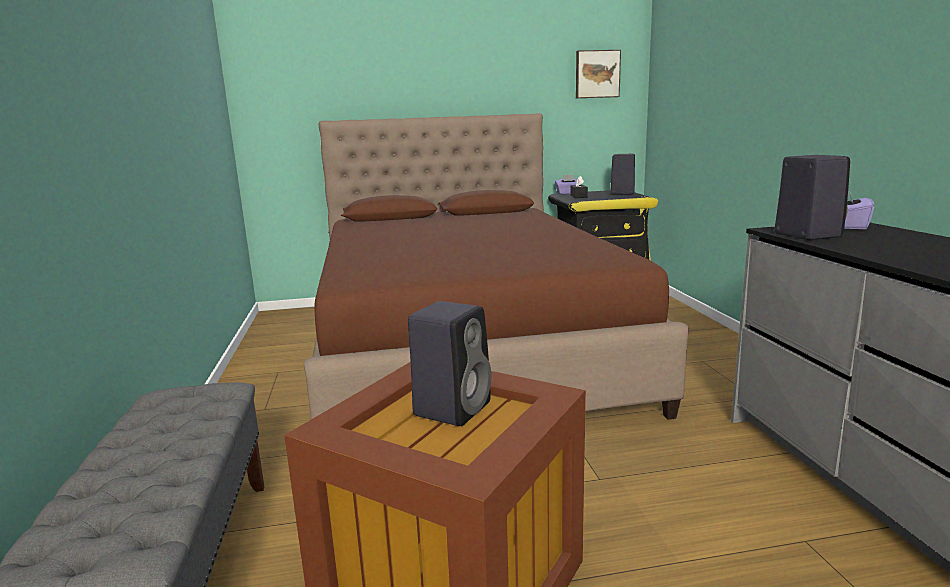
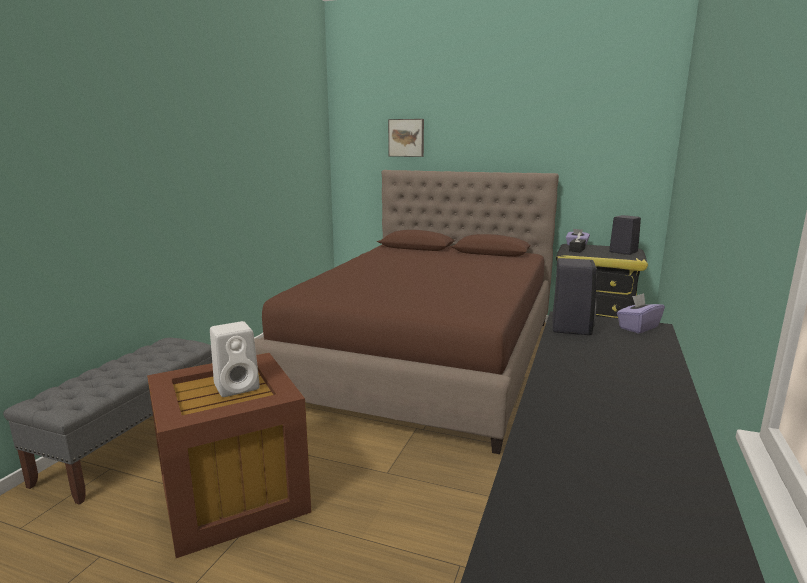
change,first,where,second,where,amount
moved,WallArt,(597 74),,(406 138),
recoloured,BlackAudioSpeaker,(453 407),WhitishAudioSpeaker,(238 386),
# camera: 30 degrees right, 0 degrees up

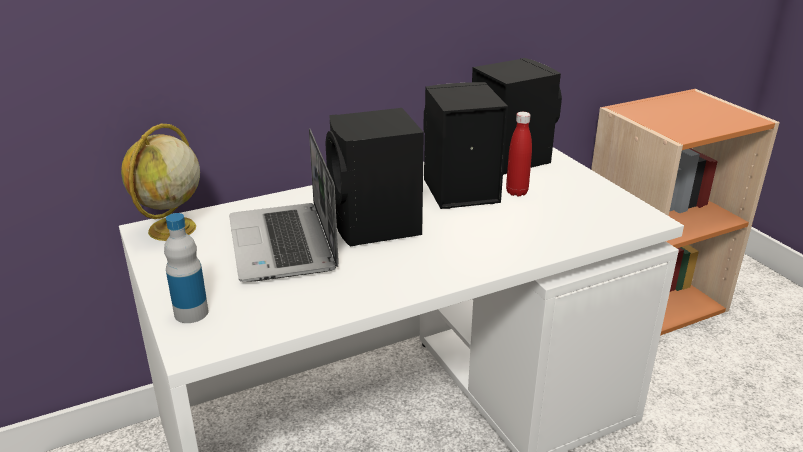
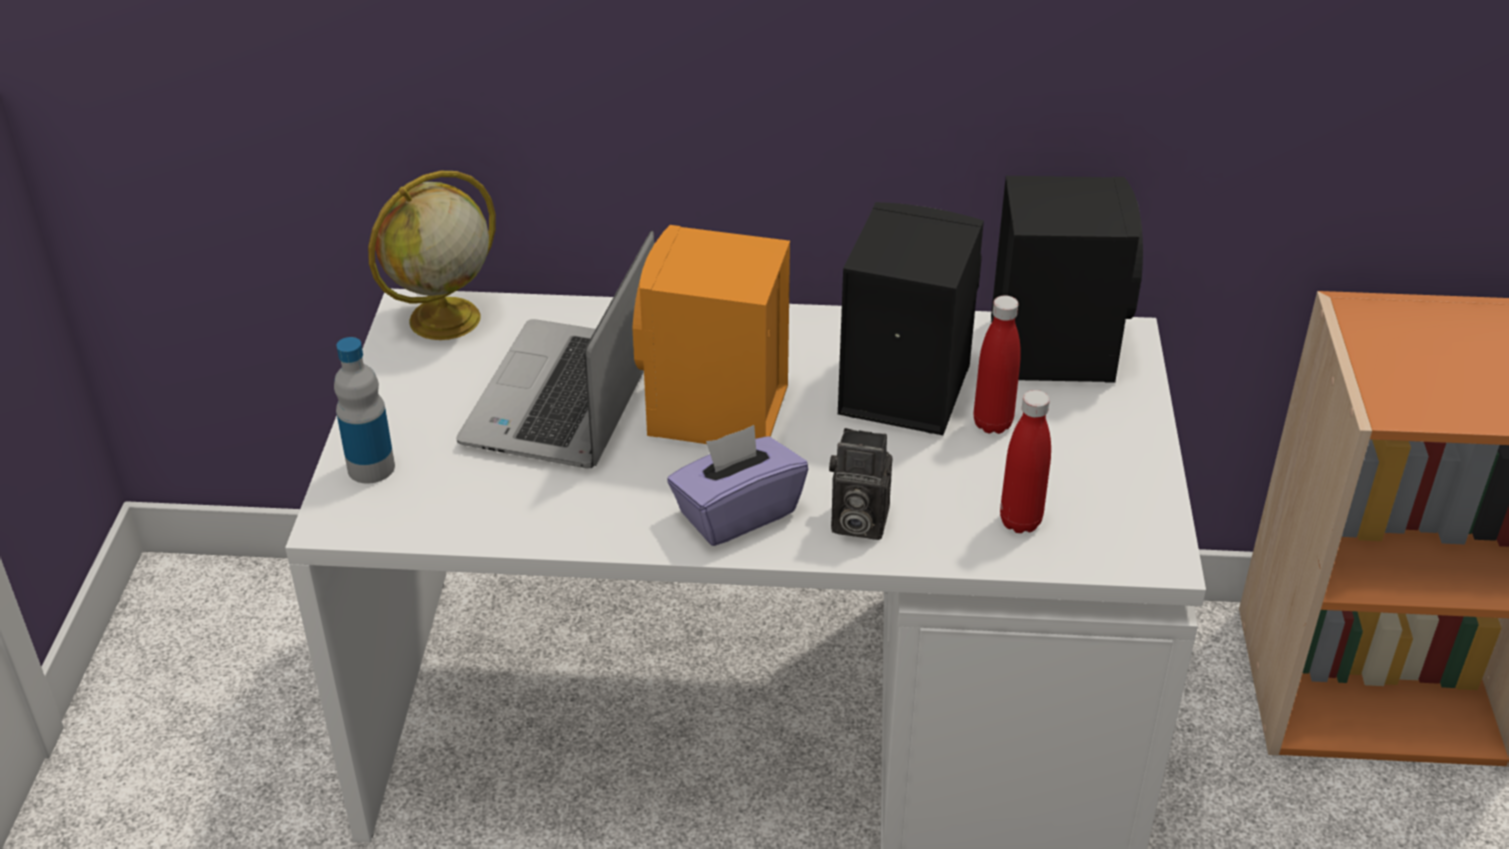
change,first,where,second,where,amount
added,,,PurpleTissueHolder,(737 513),
added,,,StillCamera,(856 522),
added,,,ReddishDrinkBottle,(1020 521),
recoloured,BlackAudioSpeaker,(376 227),OrangeyAudioSpeaker,(714 414),
# camera: 30 degrees right, 10 degrees up

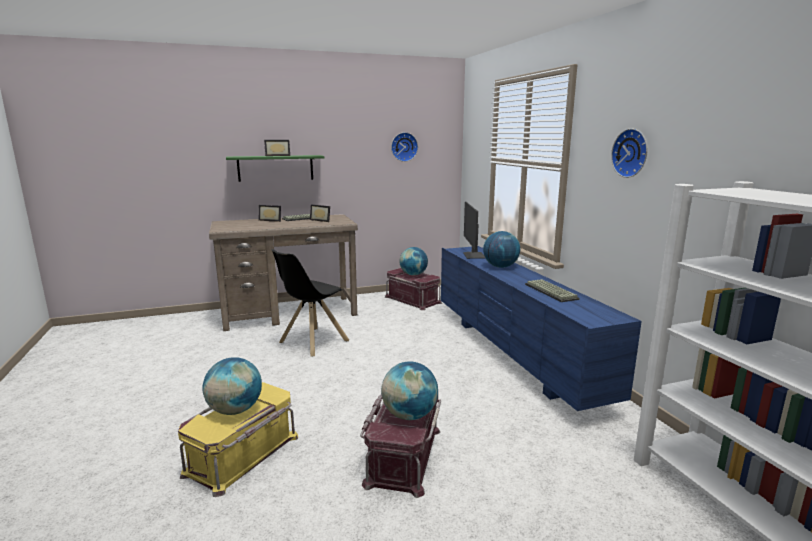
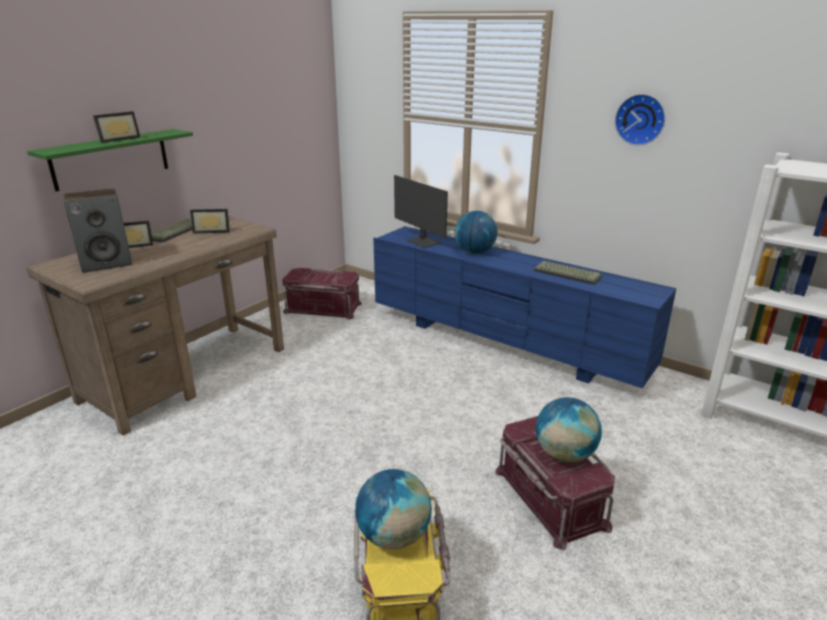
change,first,where,second,where,amount
removed,BlackChair,(312 342),,,
removed,HangingClock,(403 147),,,
removed,WorldGlobe,(413 274),,,
added,,,AudioSpeaker,(107 263),
# camera: 35 degrees left, 10 degrees up

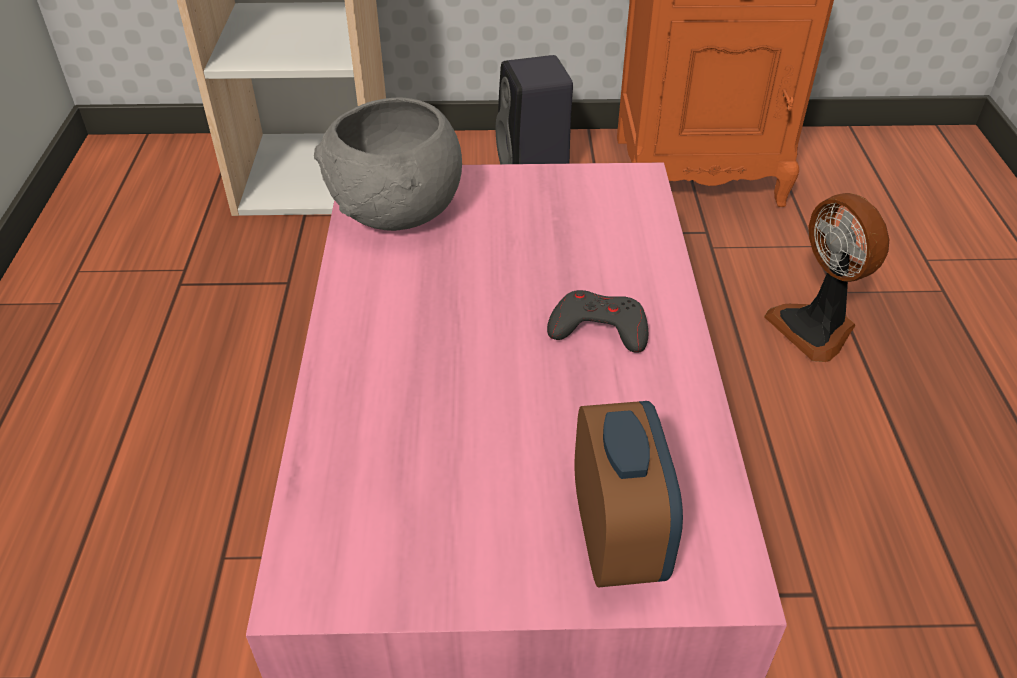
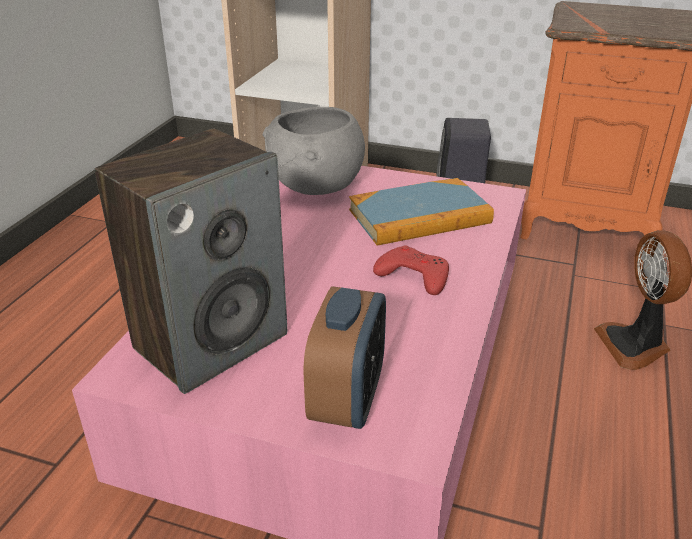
change,first,where,second,where,amount
added,,,AudioSpeaker,(211 341),
added,,,Volume,(419 217),
recoloured,GreyishGameController,(598 328),ReddishGameController,(413 276),
# camera: 20 degrees right, 10 degrees down

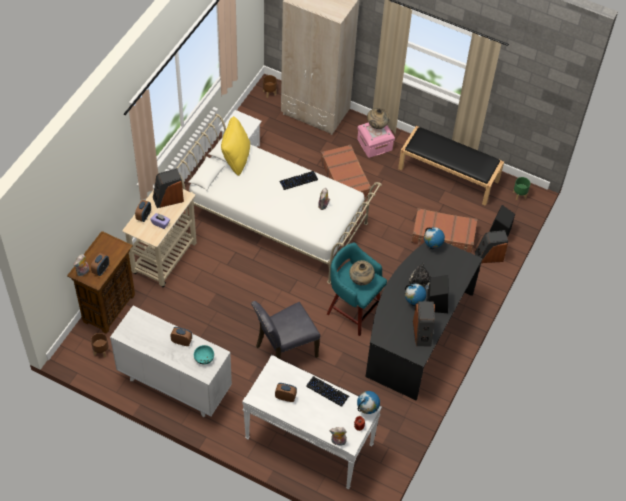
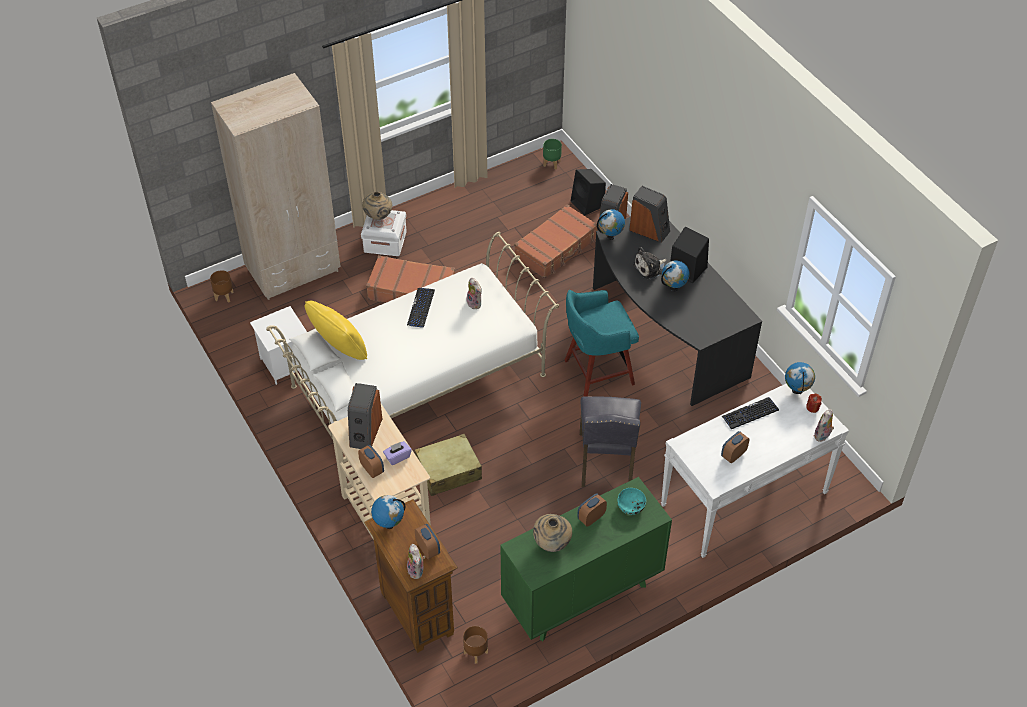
change,first,where,second,where,amount
removed,BlackIndoorBench,(449 174),,,
added,,,WorldGlobe,(389 524),
added,,,SandColouredPieceOfLuggage,(448 471),
moved,SandColouredDecorativeVase,(361 280),,(552 544),
moved,AudioSpeaker,(422 333),,(649 230),
recoloured,WhitishDrawerChest,(175 385),GreenDrawerChest,(582 595),
recoloured,PinkStorageBin,(374 144),WhitishStorageBin,(385 242),
# camera: 55 degrees left, 5 degrees down

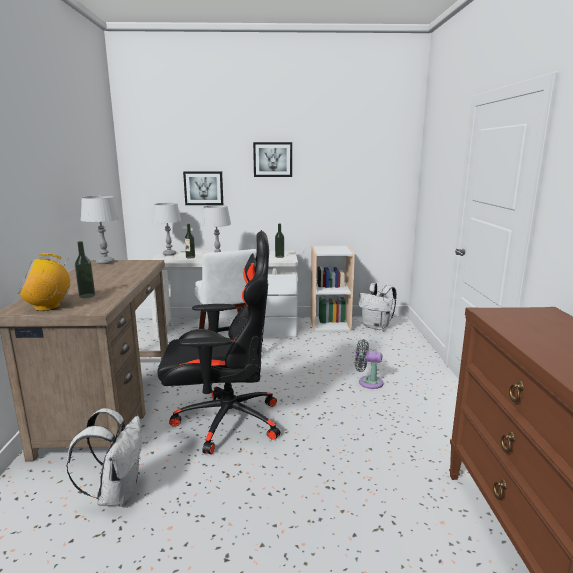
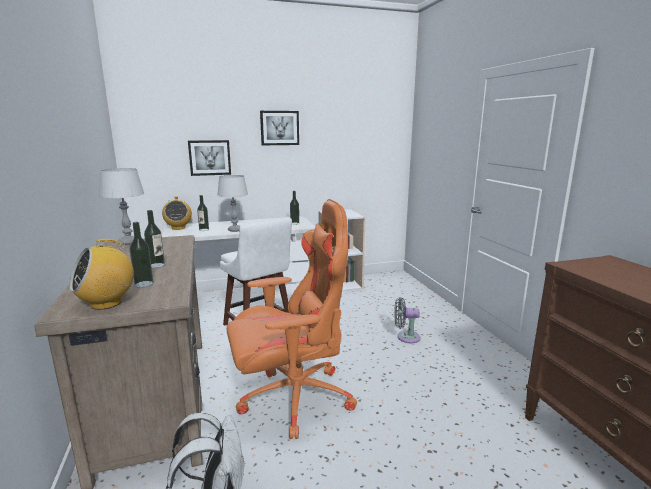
change,first,where,second,where,amount
removed,WhitishRucksack,(376 327),,,
added,,,DrinkBottle,(156 265),
replaced,GreyishLampForATable,(169 254),RadioReceiver,(178 228),
recoloured,BlackDeskChair,(220 422),OrangeyDeskChair,(289 401),
# camera: 15 degrees left, 0 degrees up

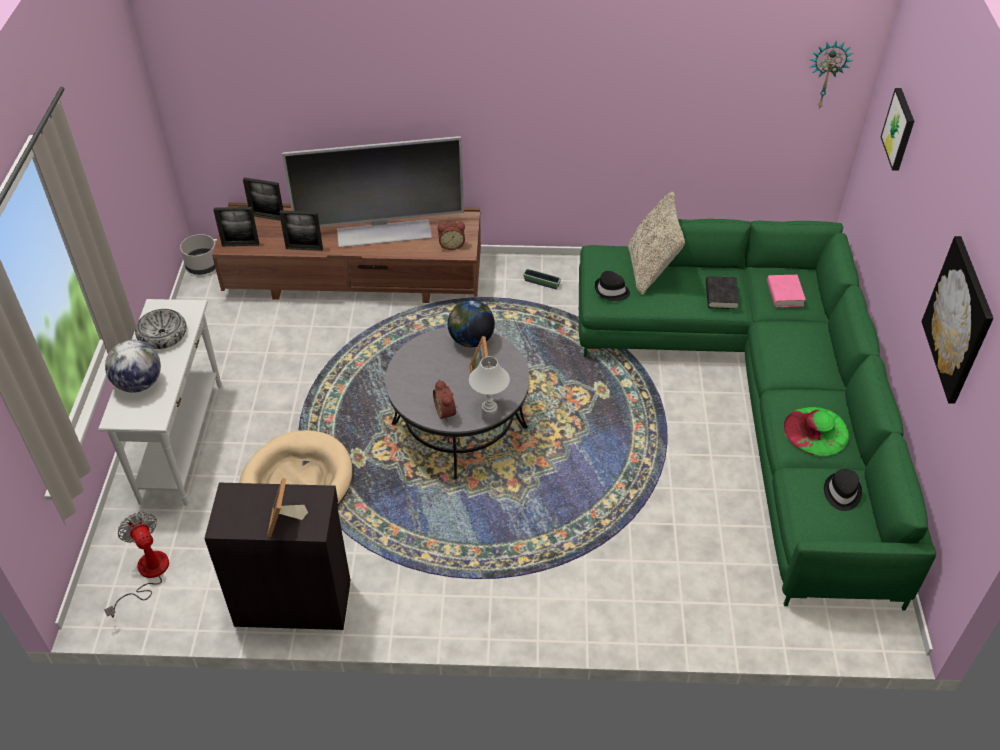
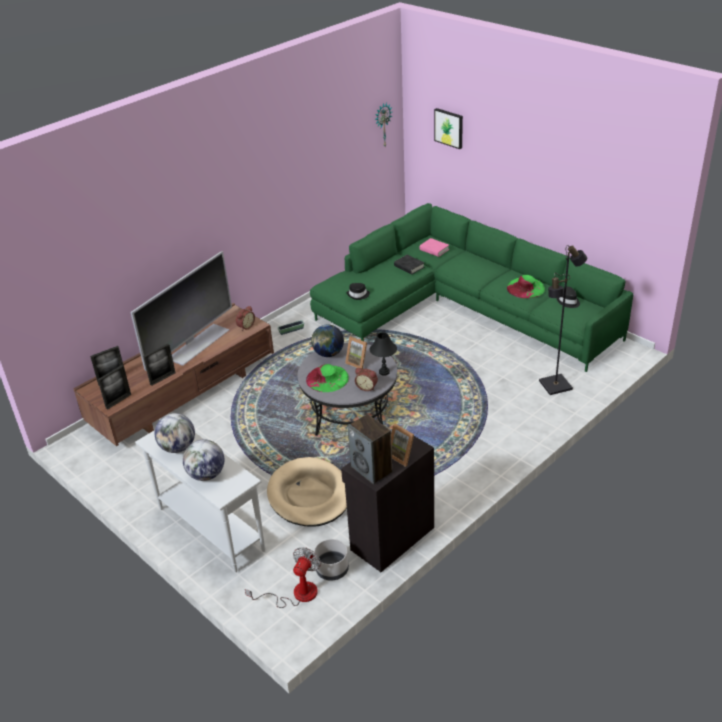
change,first,where,second,where,amount
removed,SandColouredThrowPillow,(651 269),,,
removed,WallArt,(959 320),,,
added,,,GreenClothingHat,(327 378),
added,,,AudioSpeaker,(372 469),
added,,,BlackFloorLamp,(555 385),
moved,GreyishPlanter,(203 266),,(332 569),
replaced,DeepDish,(162 334),WorldGlobe,(178 447),
recoloured,WhitishLampForATable,(489 408),BlackLampForATable,(384 372),
turned,Fan,(147 574),,(296 594),105 degrees clockwise
# camera: 45 degrees left, 10 degrees down

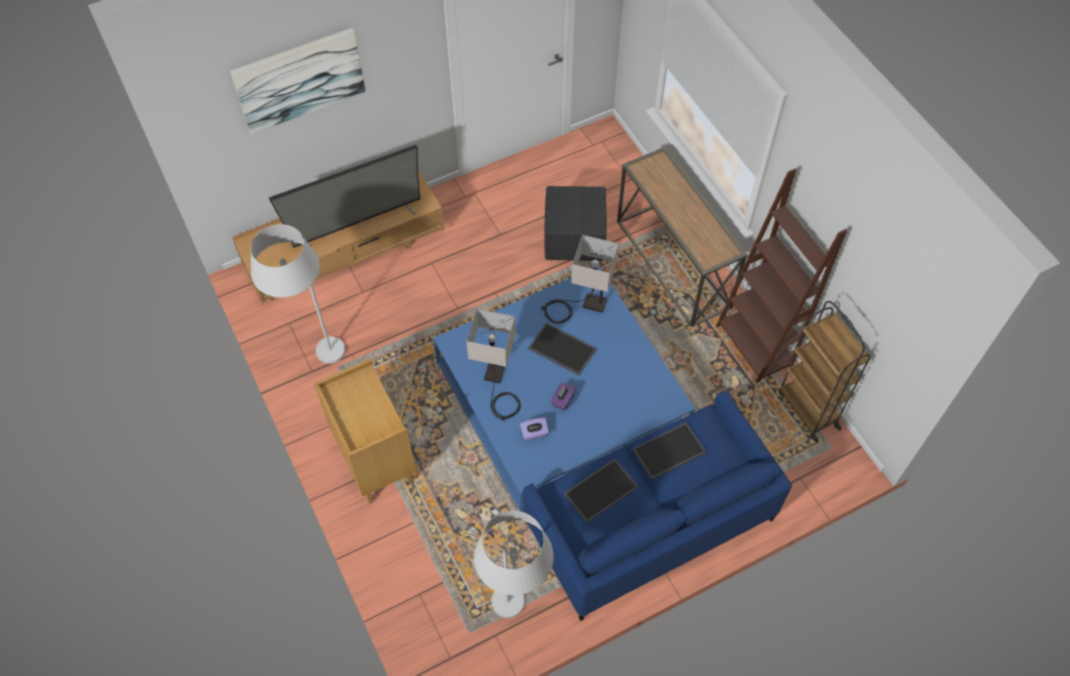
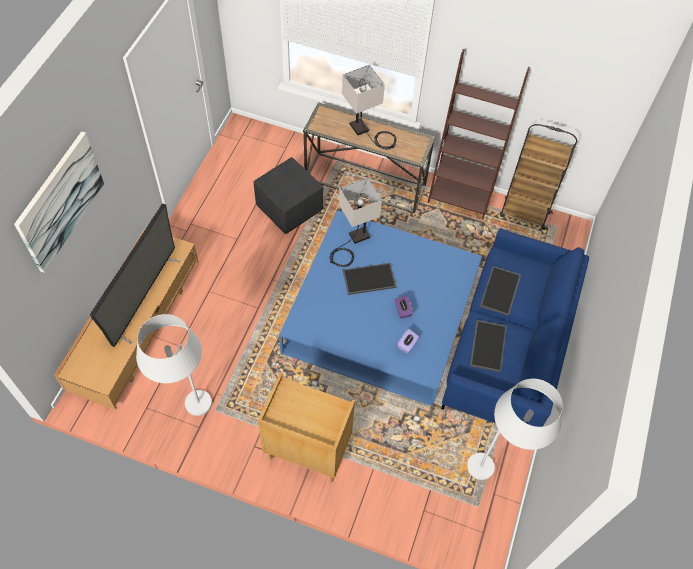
change,first,where,second,where,amount
moved,LampForATable,(498 387),,(369 133),
# camera: 45 degrees left, 0 degrees up

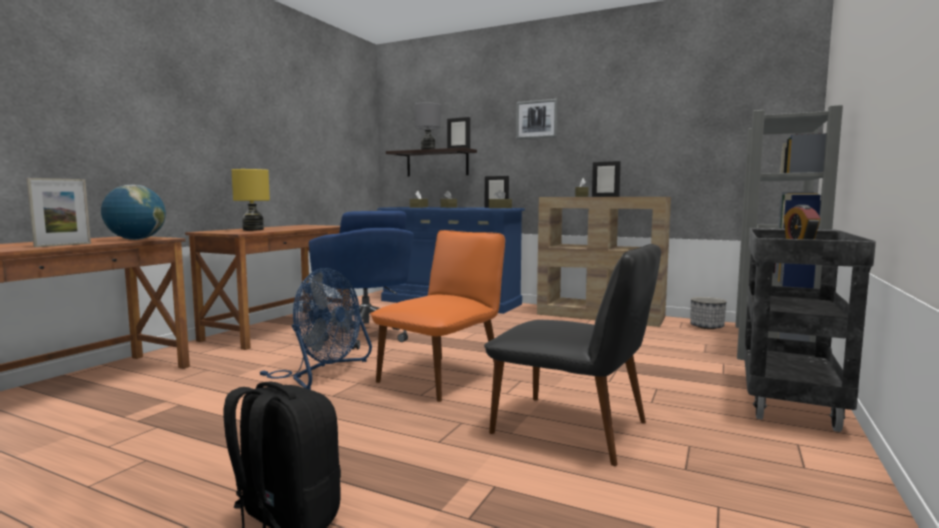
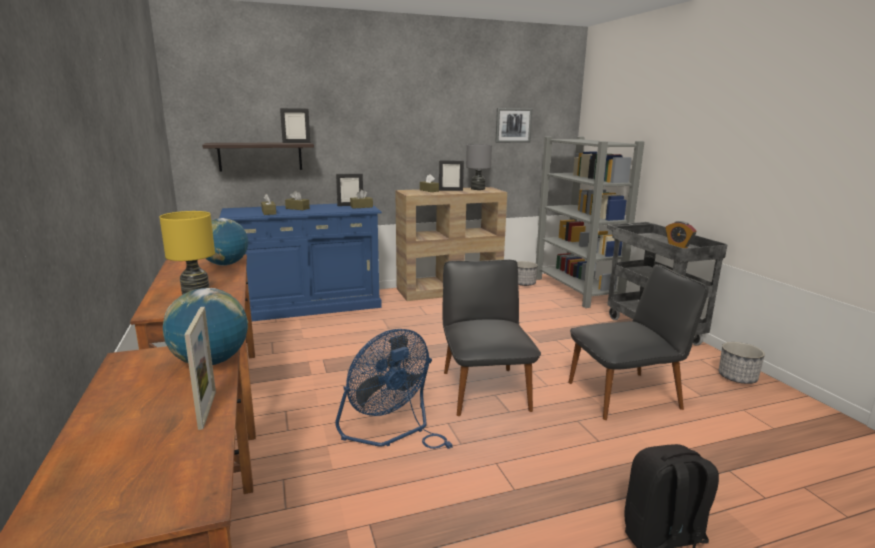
change,first,where,second,where,amount
removed,BlueColouredDeskChair,(364 336),,,
added,,,WorldGlobe,(225 264),
added,,,Planter,(737 378),
moved,GreyishLampForATable,(427 149),,(477 189),
moved,WallArt,(537 119),,(513 125),
recoloured,OrangeyChair,(440 377),BlackChair,(485 390),
turned,BlueColouredFan,(320 374),,(399 429),105 degrees counterclockwise
# camera: 45 degrees left, 10 degrees up

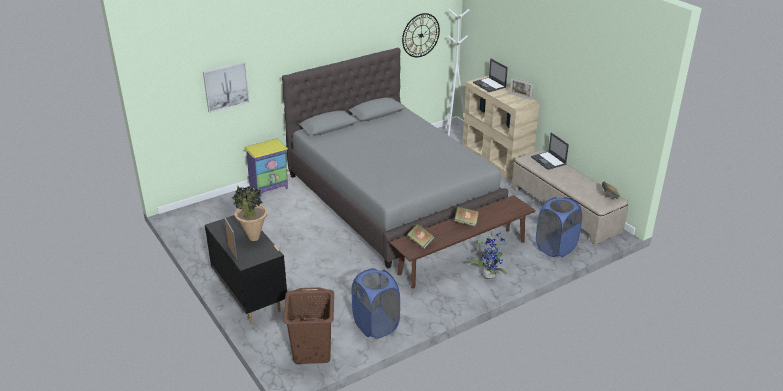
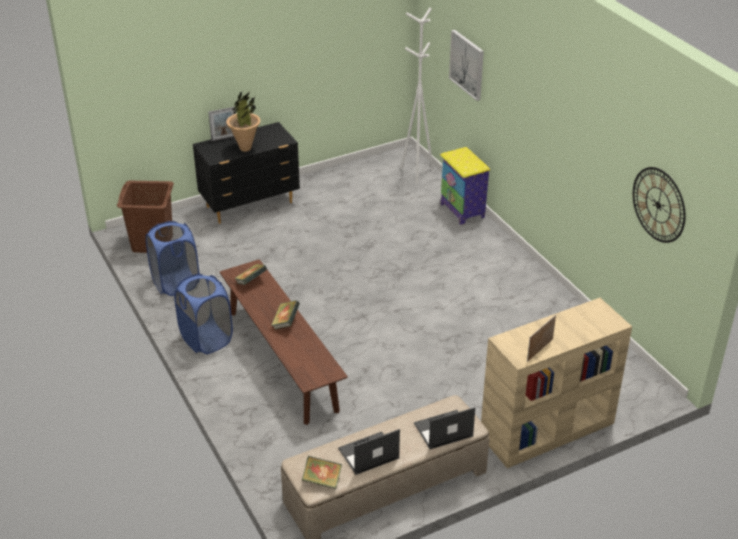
change,first,where,second,where,amount
removed,GreyishSleepingBed,(392 198),,,
removed,Houseplant,(489 275),,,
moved,WhitishClothesRack,(453 133),,(417 174),
moved,PortableComputer,(489 85),,(368 454),
moved,BlueColouredLaundryBasket,(555 247),,(206 339),
# camera: 95 degrees right, 5 degrees up

